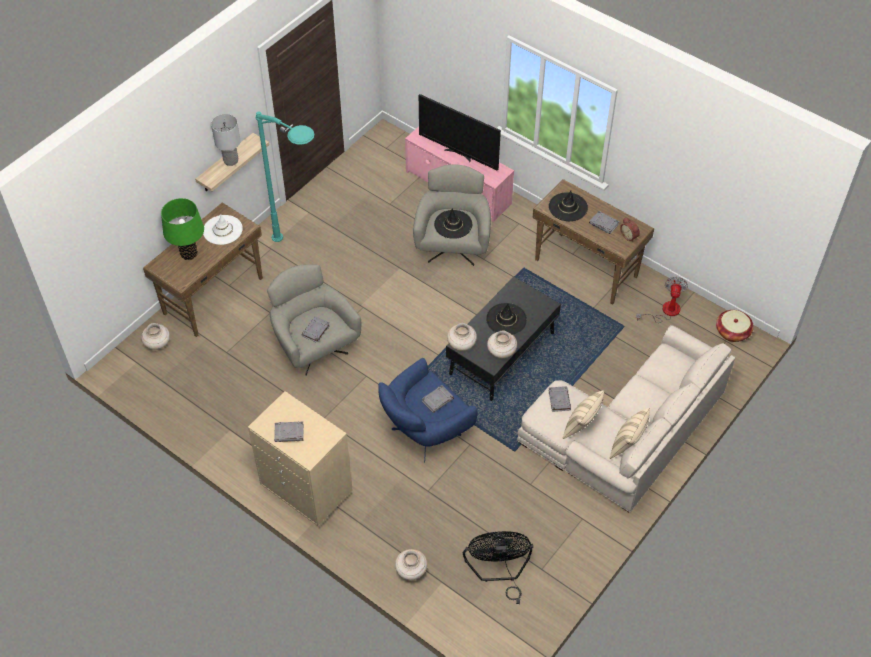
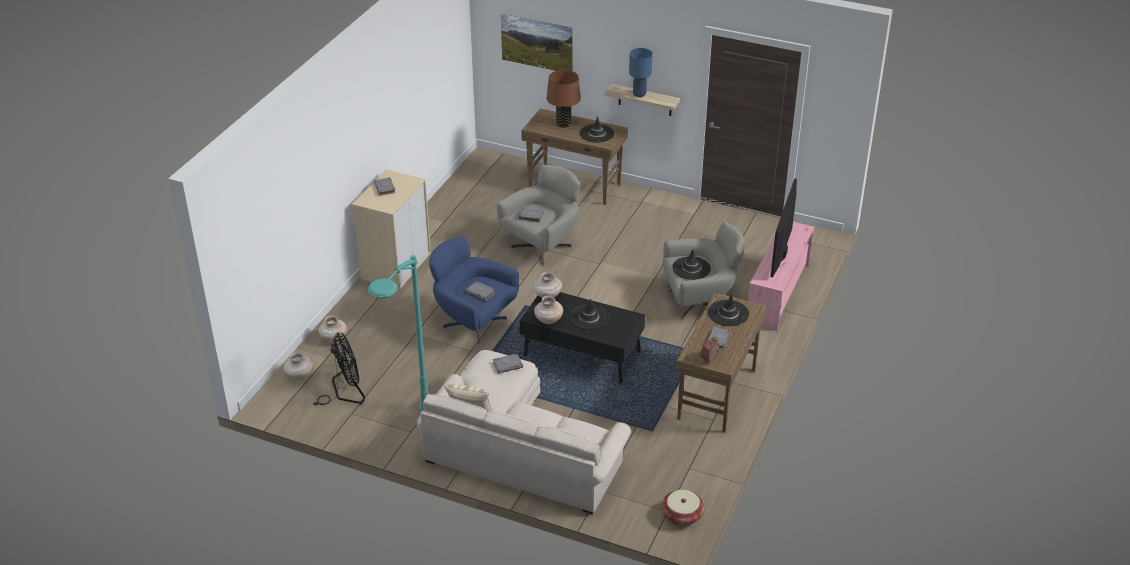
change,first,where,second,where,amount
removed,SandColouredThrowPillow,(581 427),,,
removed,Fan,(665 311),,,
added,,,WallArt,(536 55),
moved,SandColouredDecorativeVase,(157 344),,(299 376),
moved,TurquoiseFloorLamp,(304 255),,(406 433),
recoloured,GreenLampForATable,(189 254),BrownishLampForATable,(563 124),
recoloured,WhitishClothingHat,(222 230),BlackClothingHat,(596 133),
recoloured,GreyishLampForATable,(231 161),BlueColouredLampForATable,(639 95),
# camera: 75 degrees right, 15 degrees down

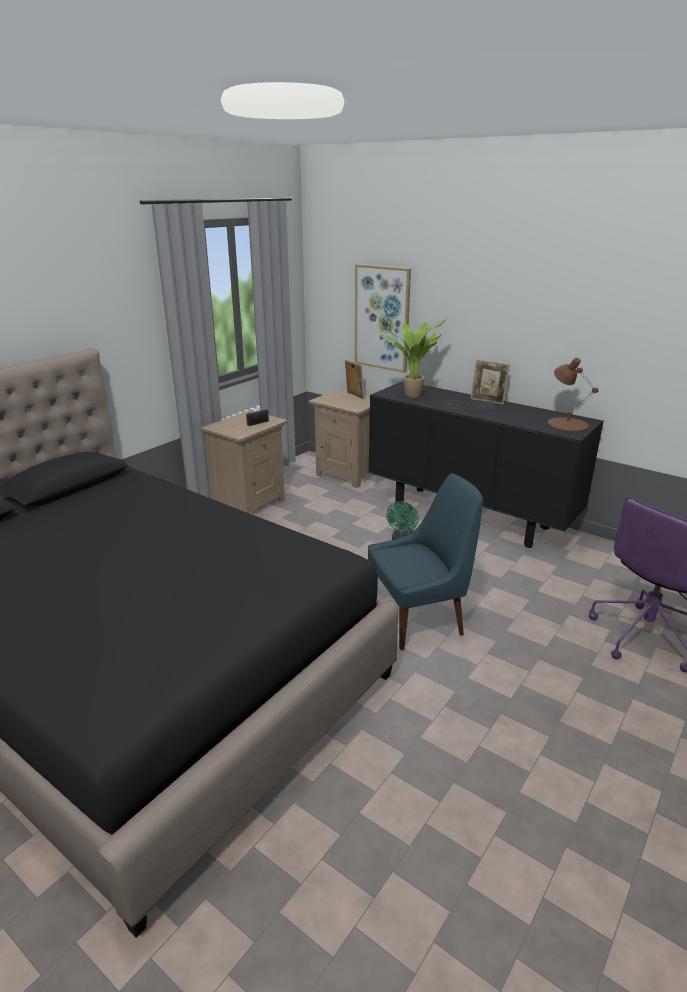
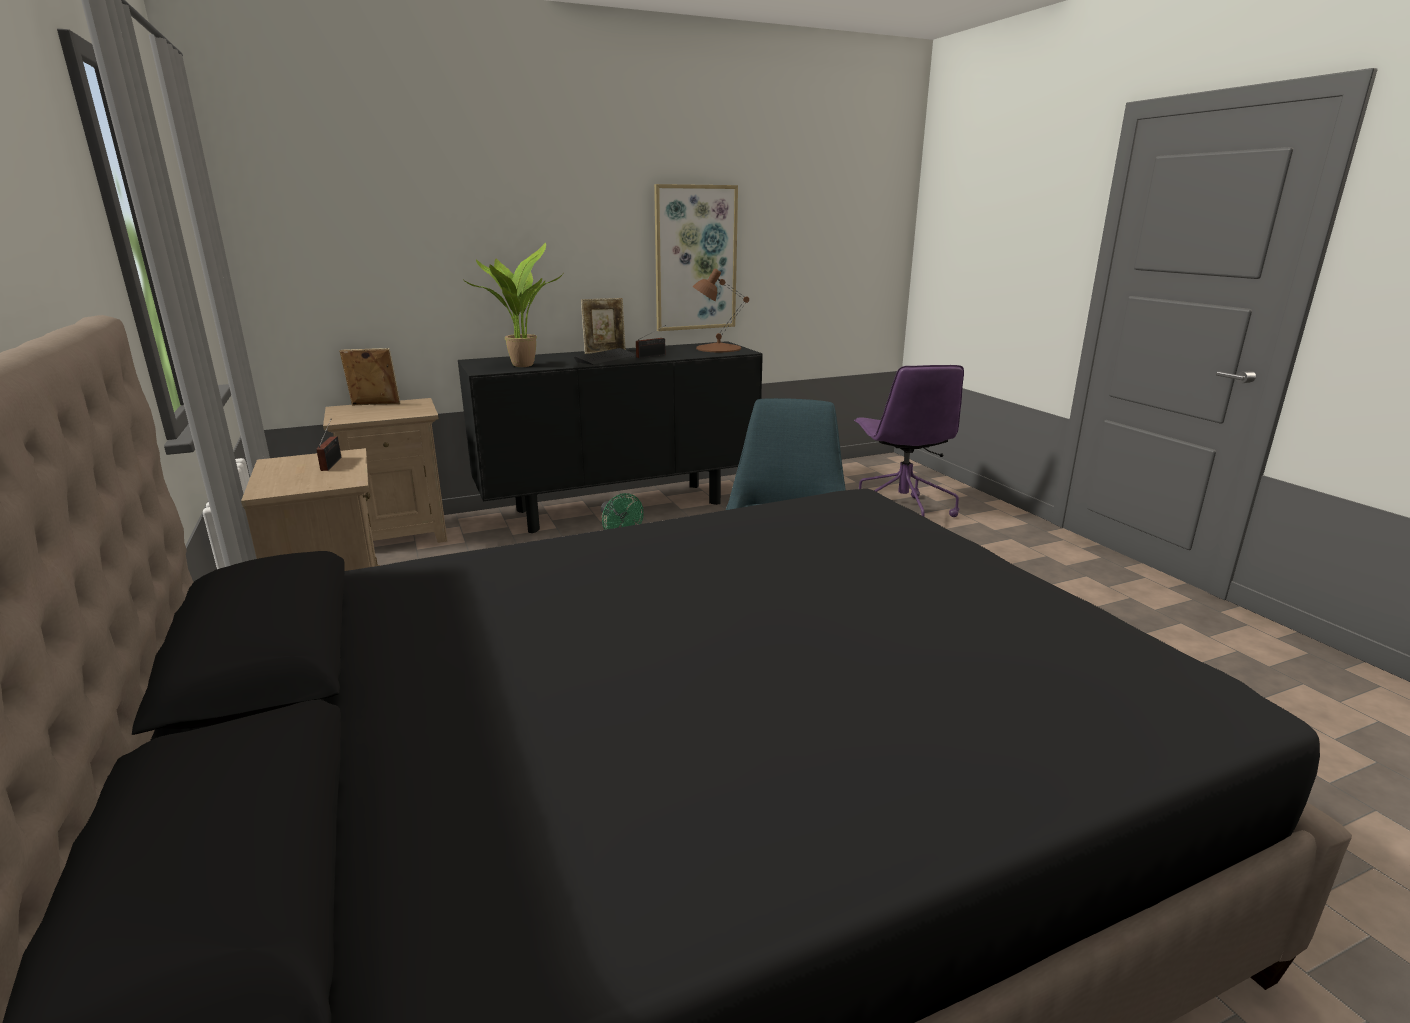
change,first,where,second,where,amount
added,,,RadioReceiver,(652 356),
moved,WallArt,(382 318),,(695 258),
# camera: 60 degrees left, 5 degrees down

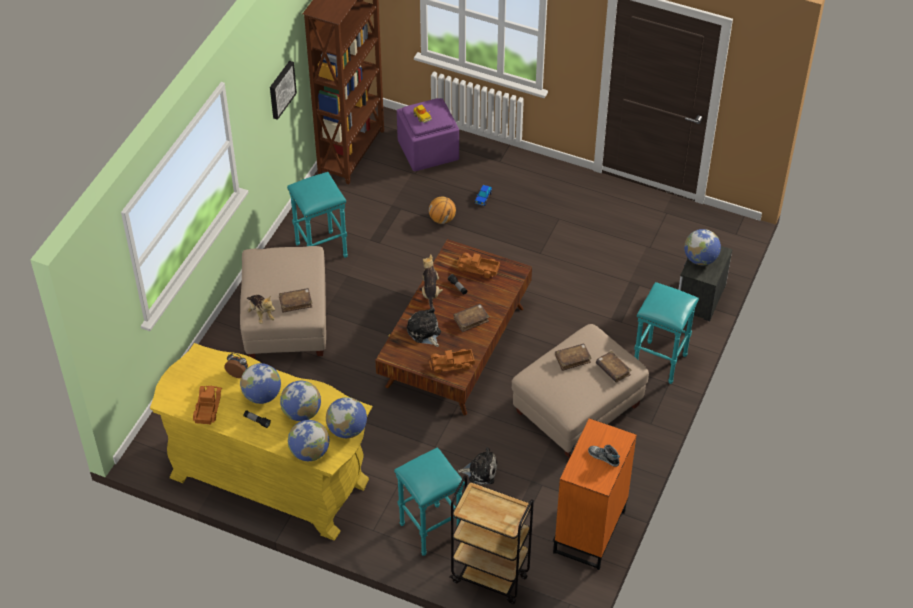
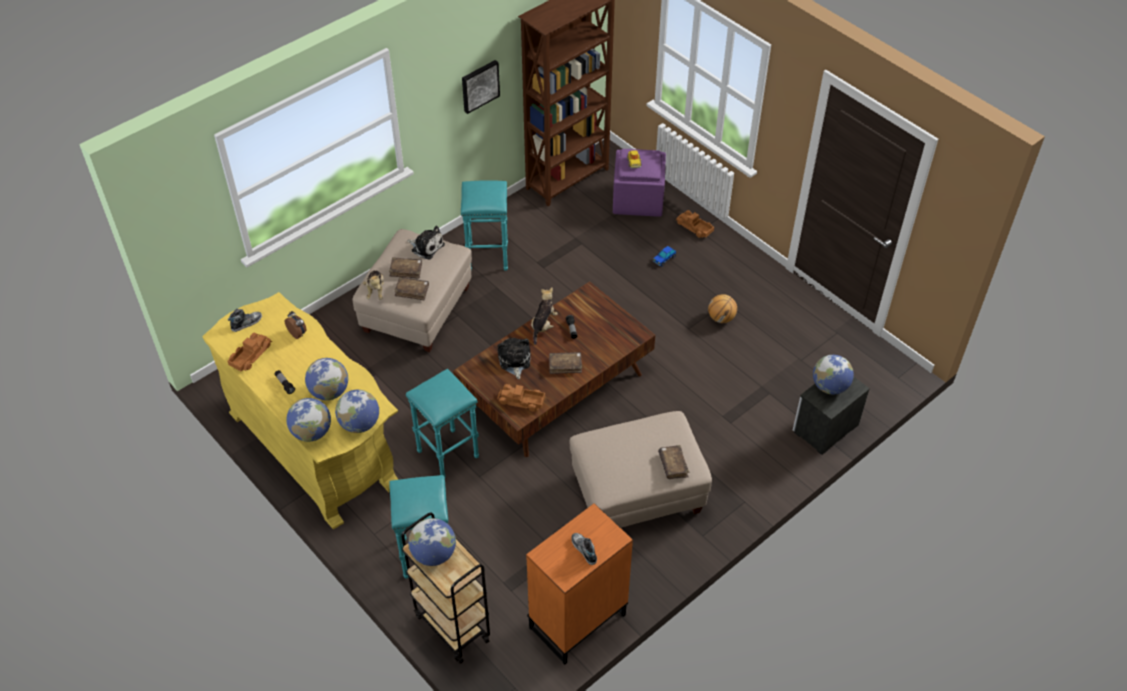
change,first,where,second,where,amount
added,,,LowShoe,(246 323),
moved,WorldGlobe,(262 395),,(434 554),
moved,Basketball,(442 219),,(721 318),
moved,ToyLorry,(478 269),,(694 228),
moved,SoftToy,(480 471),,(426 247),
moved,BrownishVolume,(572 359),,(406 270),
moved,TurquoiseStool,(658 362),,(446 453),
# camera: 25 degrees right, 0 degrees up

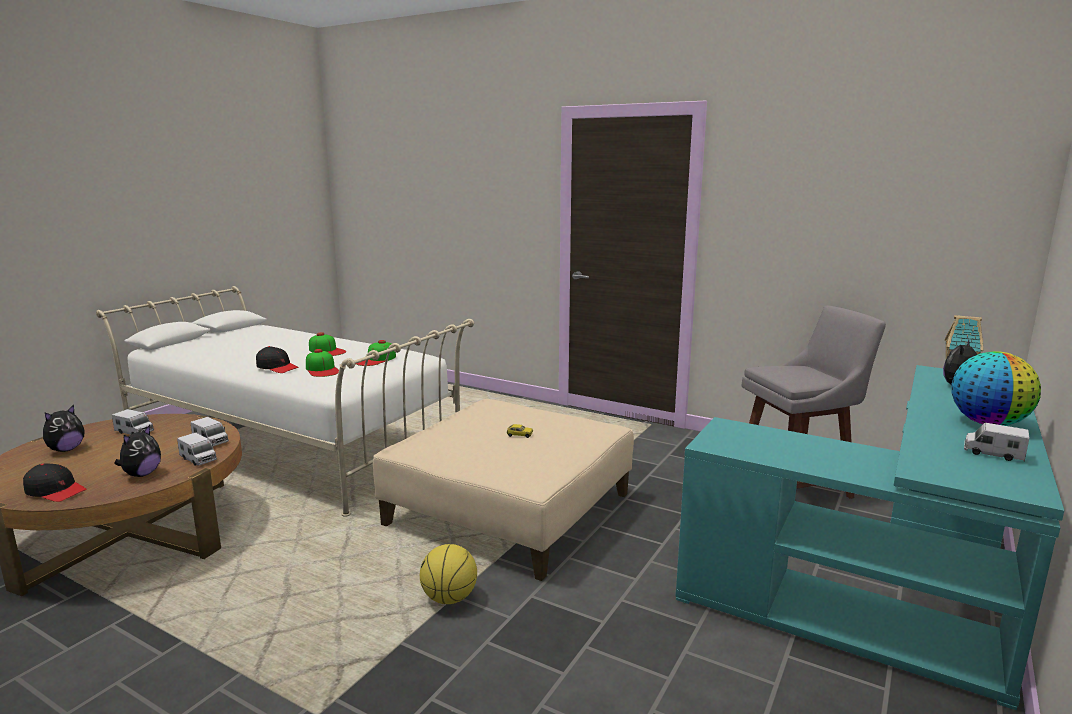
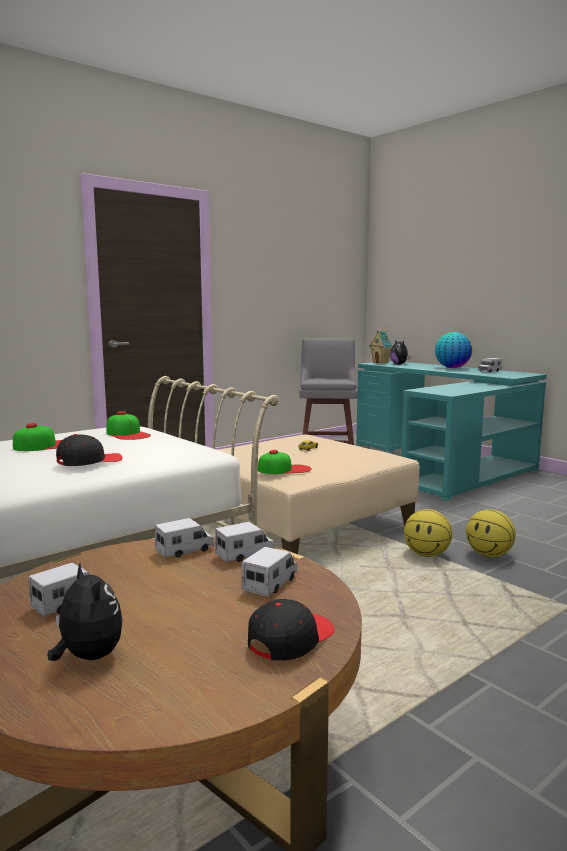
change,first,where,second,where,amount
added,,,Basketball,(489 555),
moved,Cap,(322 369),,(284 469),
replaced,SoftToy,(142 474),ToyLorry,(270 584),
# camera: 70 degrees left, 5 degrees down

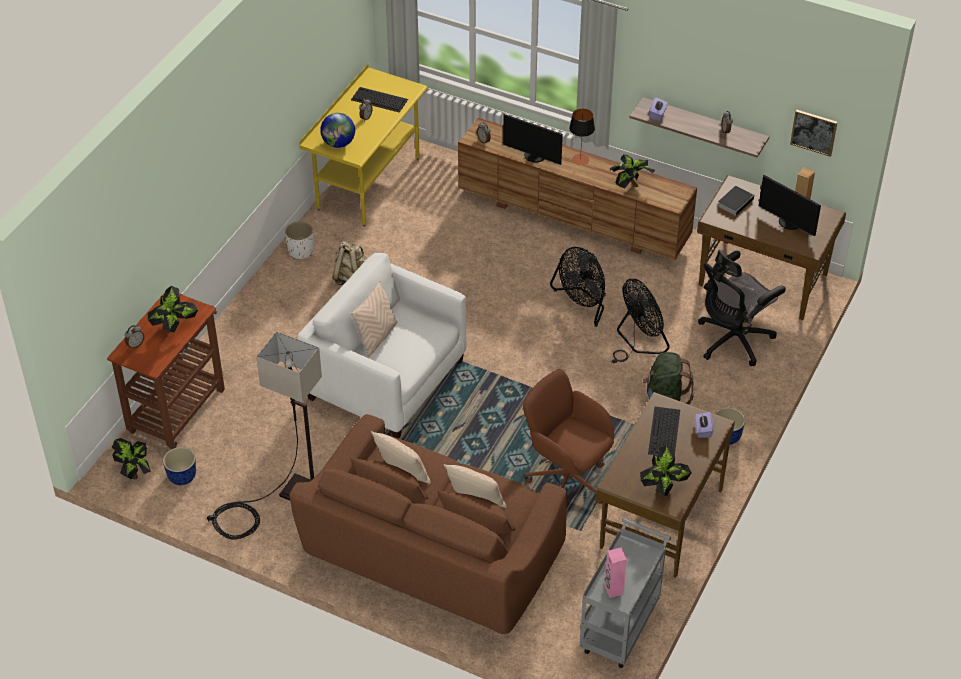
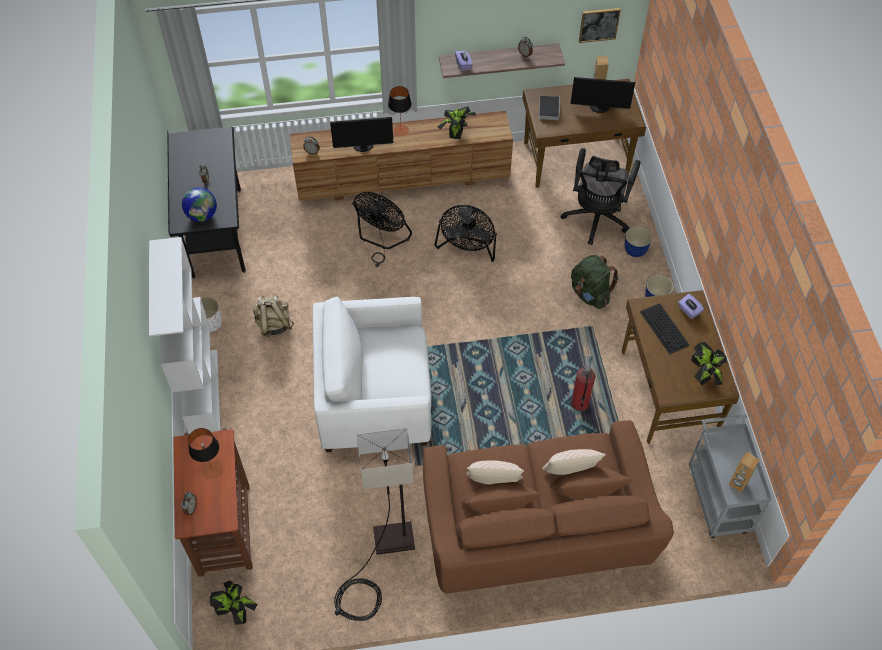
change,first,where,second,where,amount
removed,Keyboard,(378 99),,,
removed,SandColouredThrowPillow,(376 337),,,
added,,,WhitishBookcase,(204 394),
moved,Planter,(182 478),,(635 251),
moved,BlackFan,(635 340),,(380 239),
replaced,Houseplant,(174 327),LampForATable,(212 470),
replaced,BrownishDeskChair,(567 482),FireFightingCylinder,(579 403),
recoloured,YellowColouredDeskUnit,(368 184),BlackDeskUnit,(216 234),
recoloured,PinkAudioSpeaker,(613 590),BrownishAudioSpeaker,(737 484),
# camera: 35 degrees left, 10 degrees up

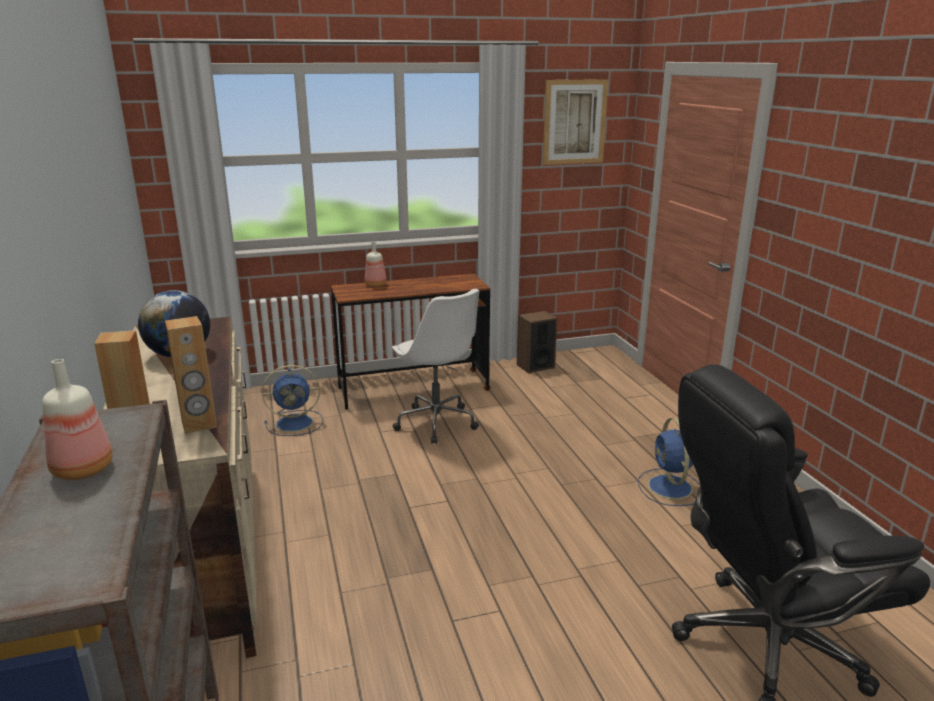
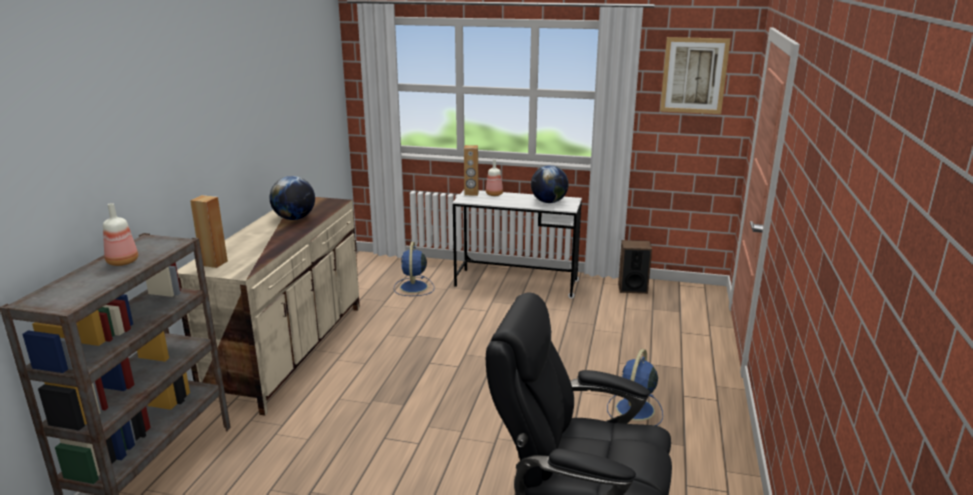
change,first,where,second,where,amount
removed,WhitishDeskChair,(437 424),,,
added,,,WorldGlobe,(548 202),
moved,BrownishAudioSpeaker,(199 424),,(471 193),
recoloured,BrownishDeskUnit,(413 389),WhitishDeskUnit,(516 283),
turned,BlueColouredFan,(296 423),,(413 287),75 degrees clockwise
# camera: 30 degrees right, 0 degrees up

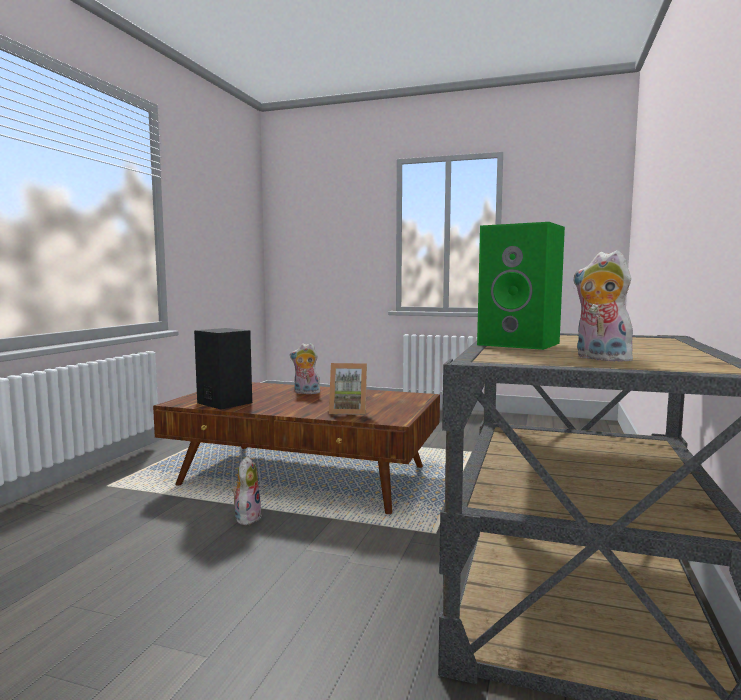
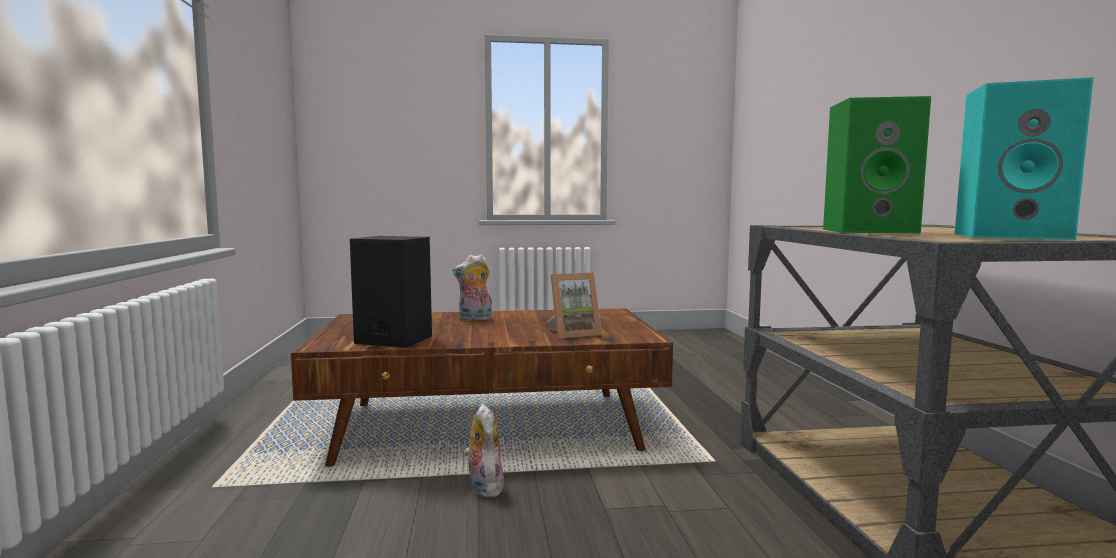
change,first,where,second,where,amount
replaced,SoftToy,(599 358),TurquoiseAudioSpeaker,(1012 236),
# camera: 25 degrees left, 0 degrees up

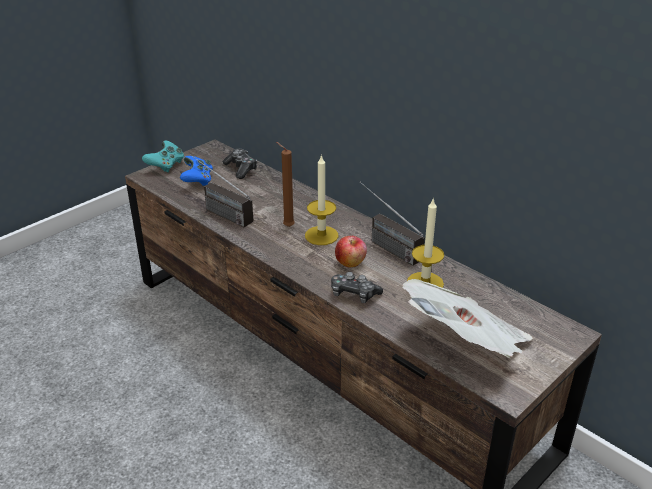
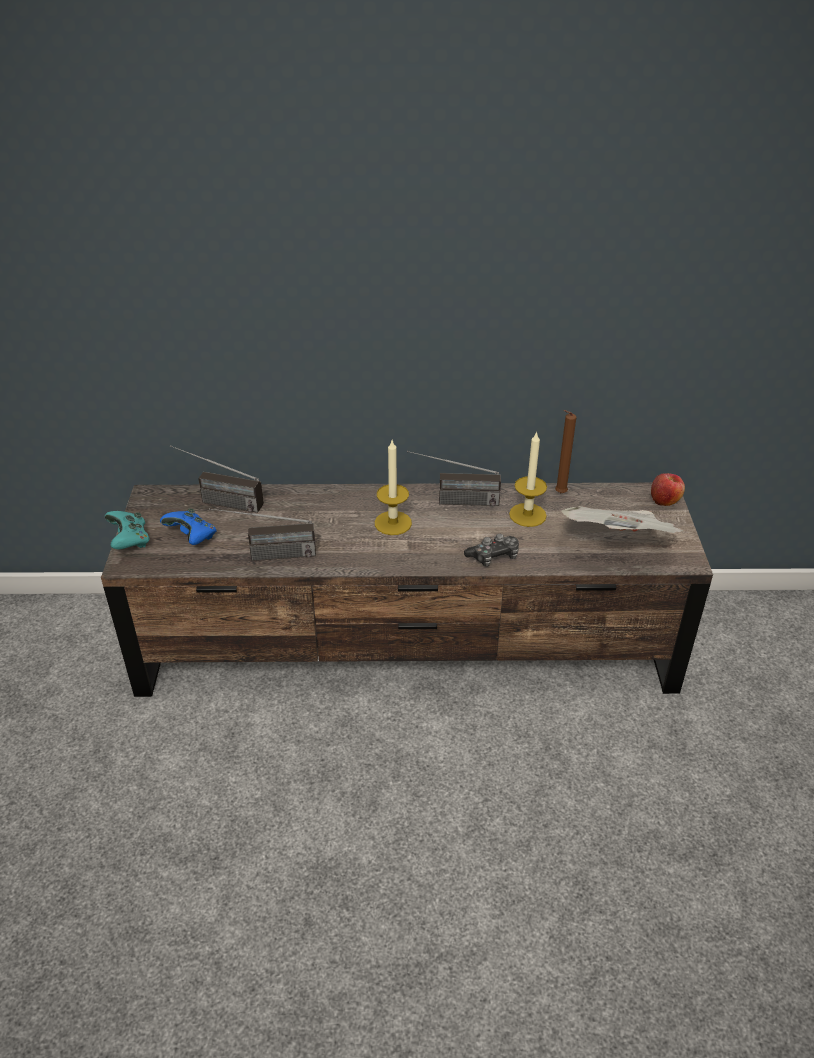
change,first,where,second,where,amount
moved,BrownishCandle,(287 226),,(559 494),
moved,WholeApple,(350 262),,(665 500),
replaced,GameController,(241 169),RadioReceiver,(217 501),
# camera: 45 degrees left, 5 degrees up

